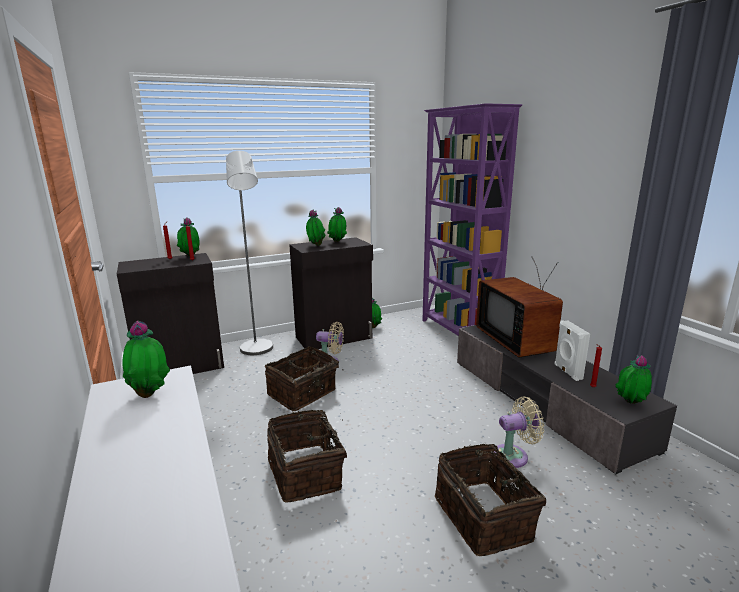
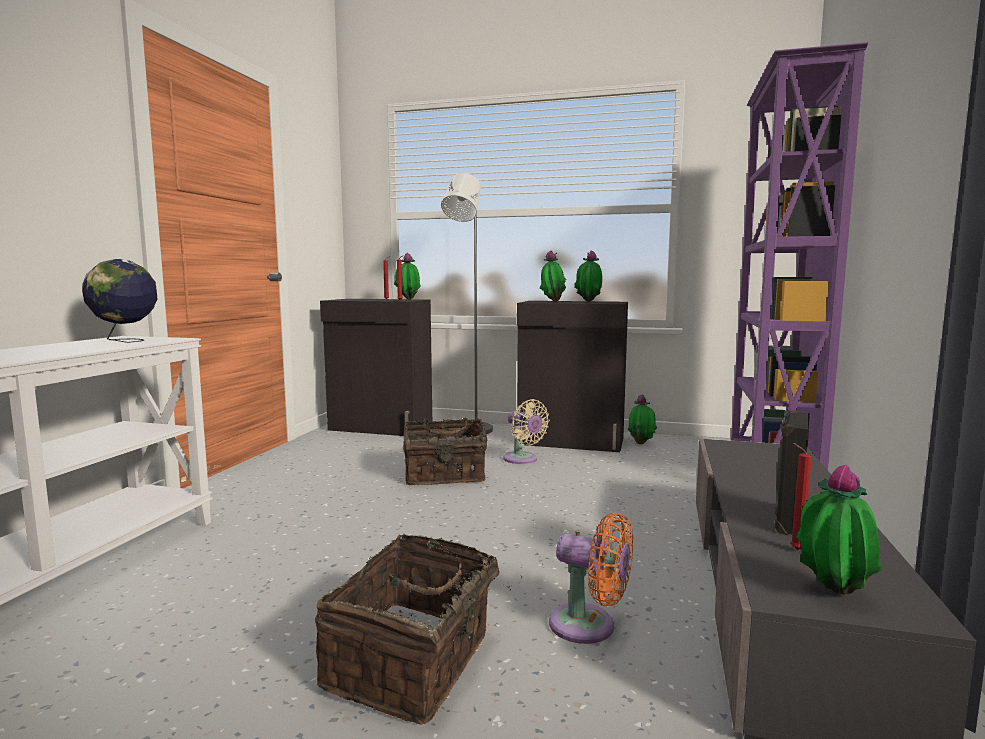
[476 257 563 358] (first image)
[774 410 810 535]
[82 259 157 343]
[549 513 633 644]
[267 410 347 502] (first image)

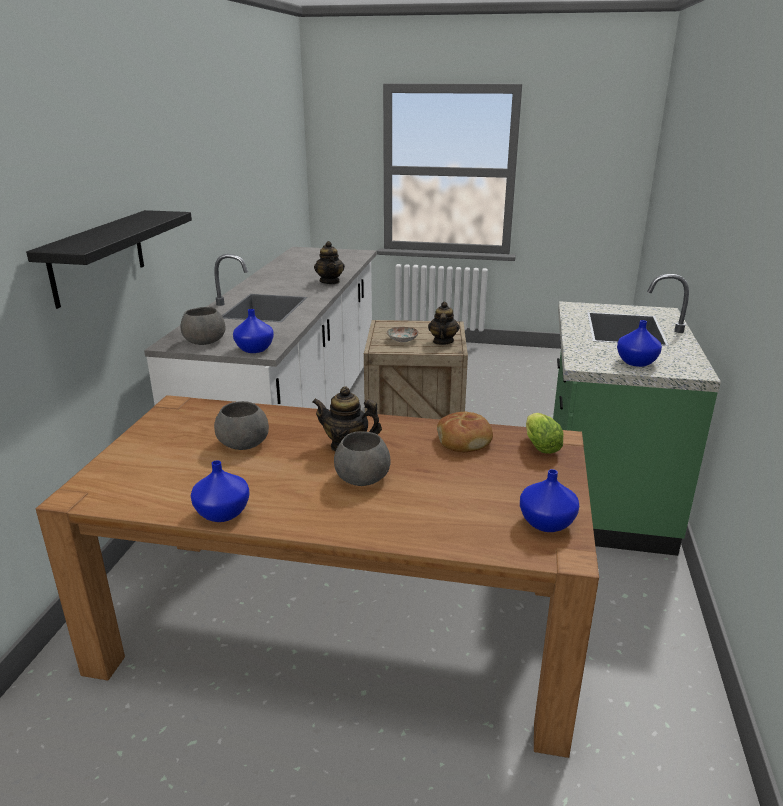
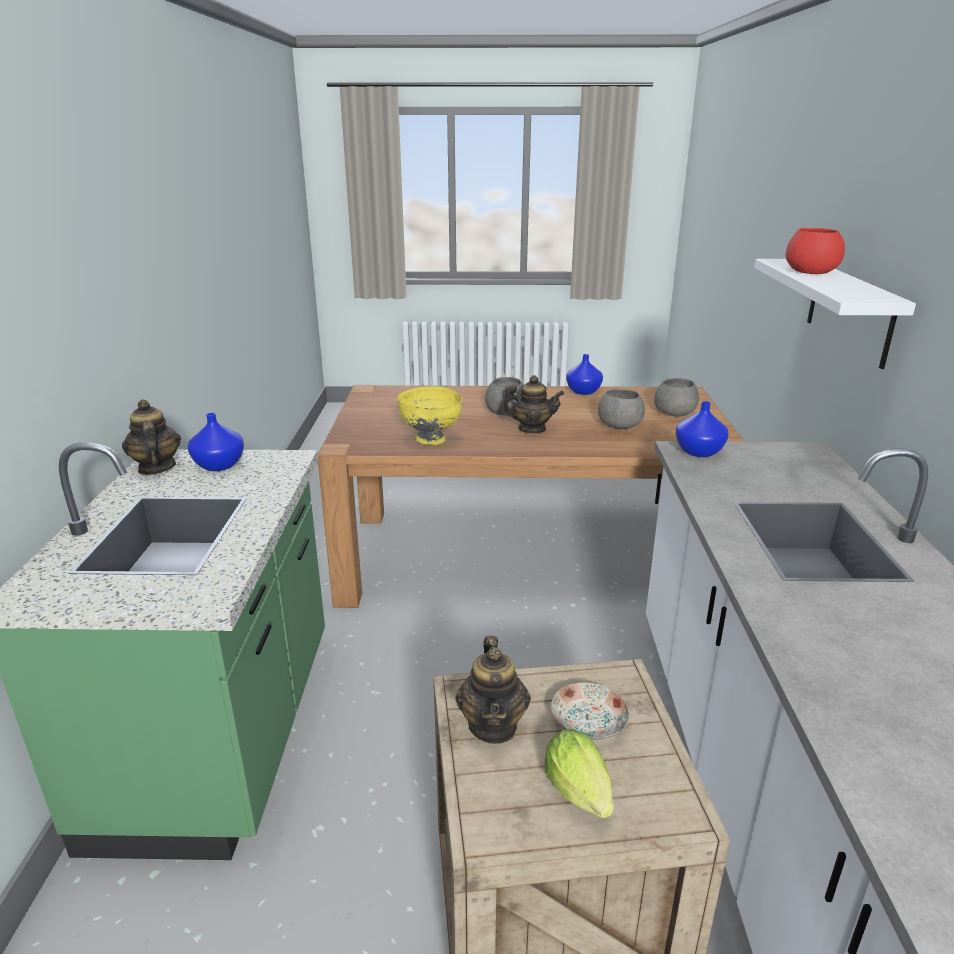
[754 259 916 369]
[122 400 181 475]
[654 378 699 416]
[397 386 462 445]
[545 729 614 819]
[520 469 579 532] (first image)
[786 228 845 274]

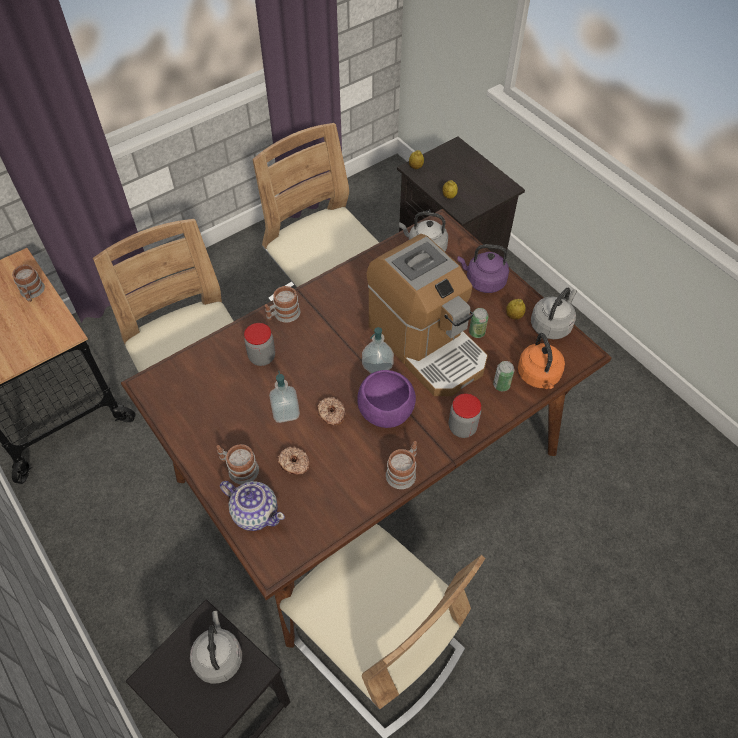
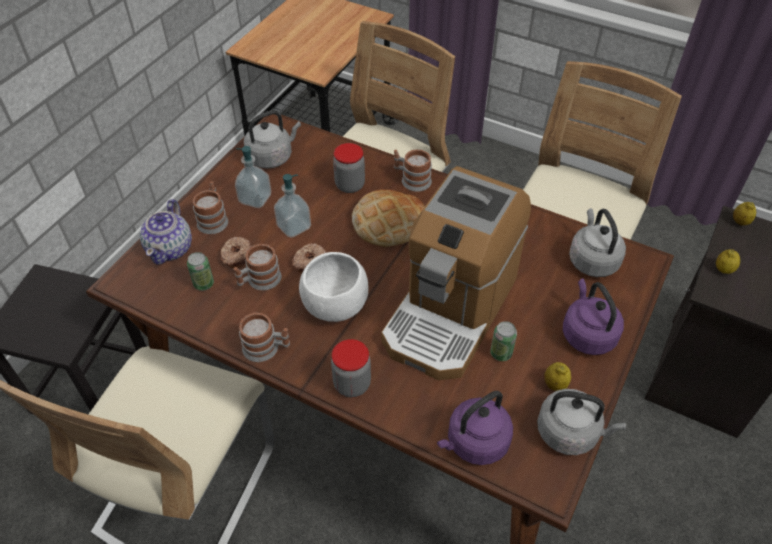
[234 244 281 290]
[235 146 271 208]
[437 391 513 465]
[187 252 214 291]
[299 252 369 322]
[244 110 301 168]
[352 189 425 247]

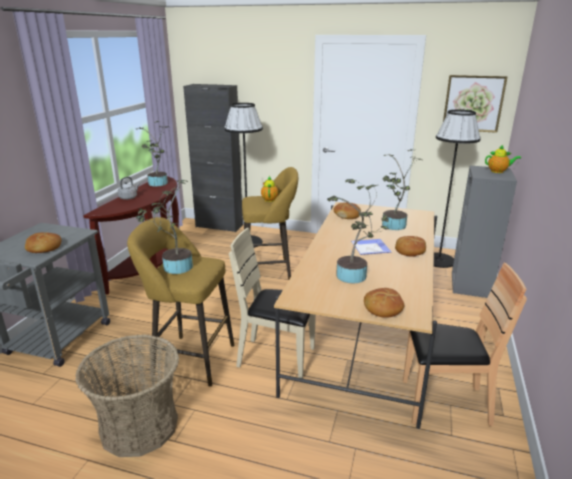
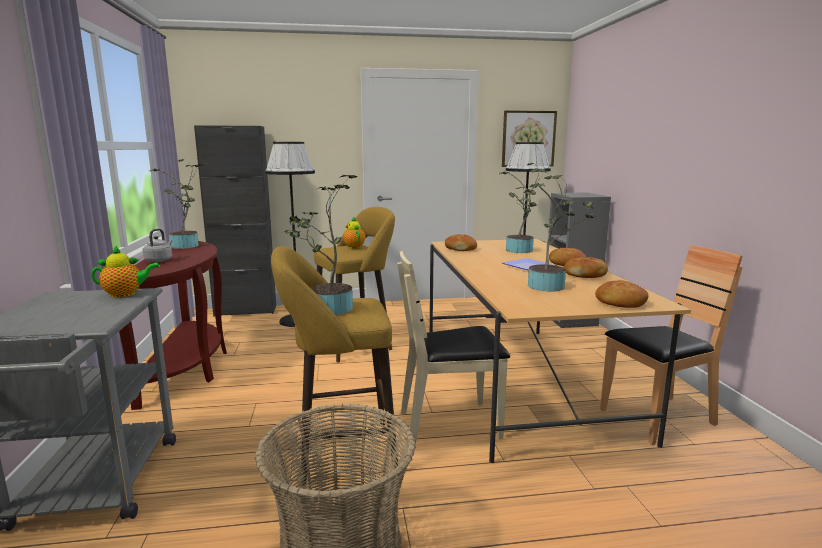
[91 246 160 298]
[564 257 608 278]

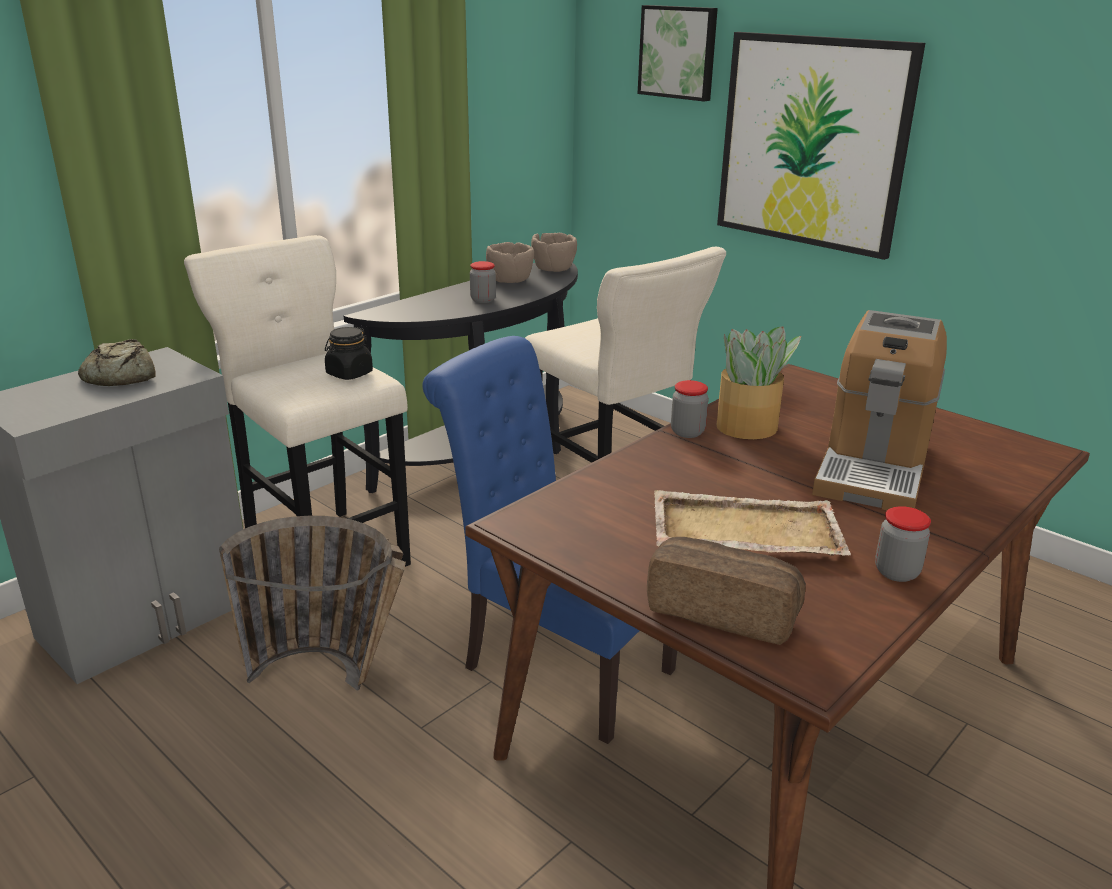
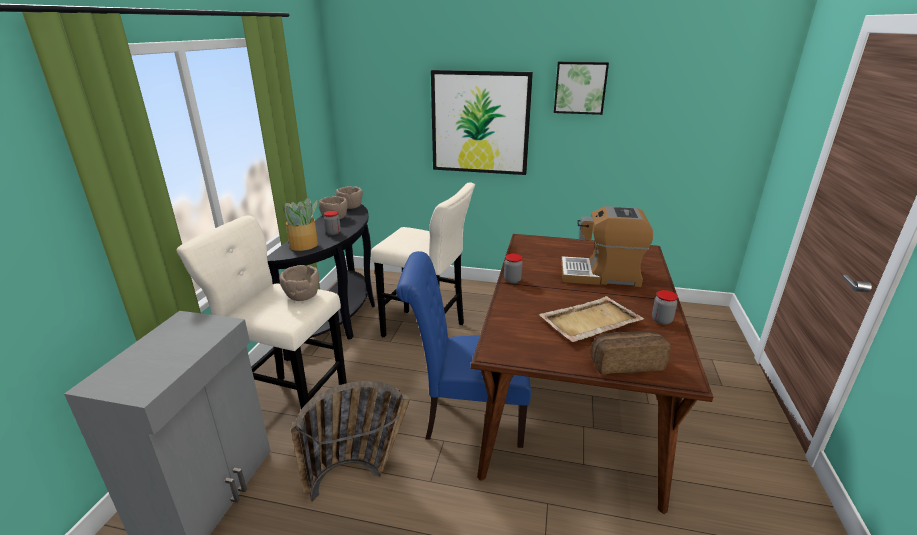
[554 62 609 115]
[561 206 653 287]
[282 197 318 251]
[280 265 319 301]
[78 339 155 386] (first image)

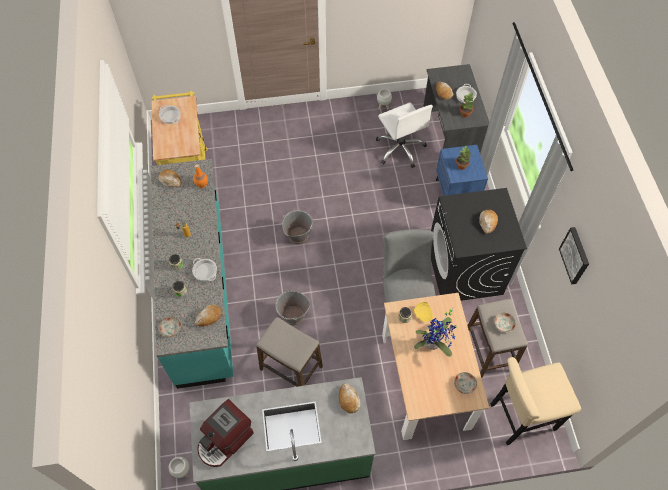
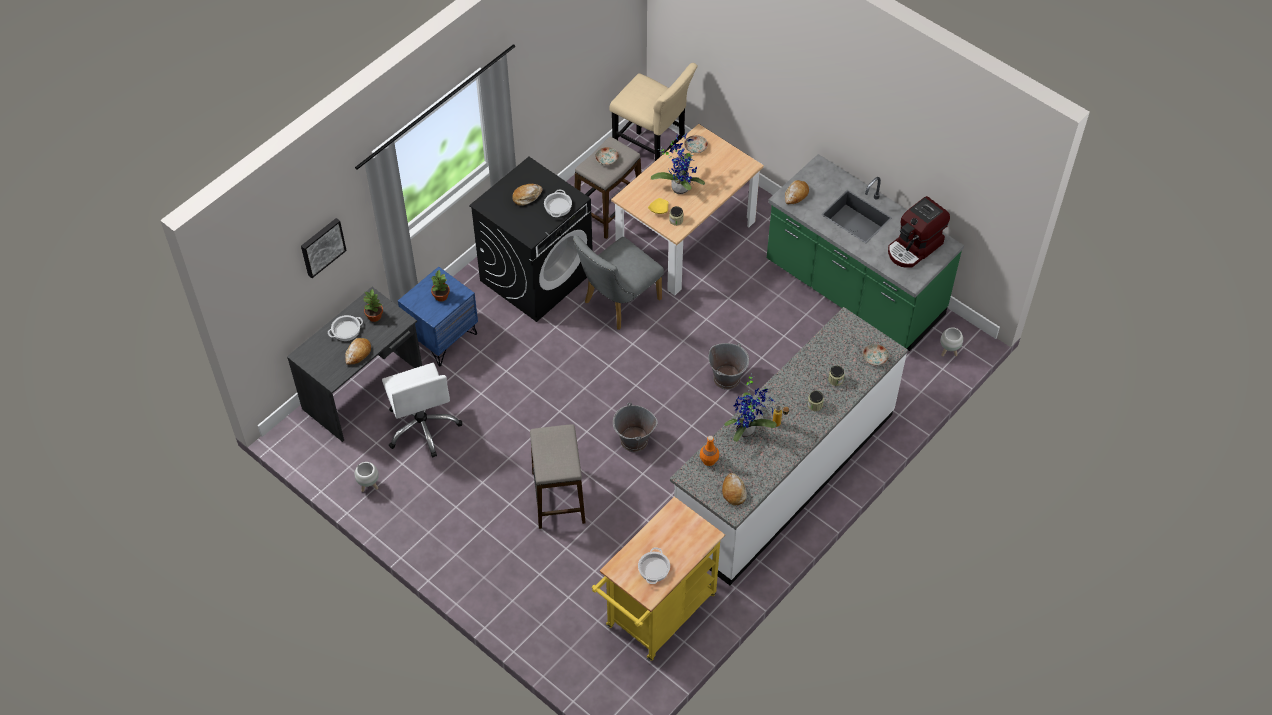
[382 363 462 458]
[670 307 908 585]
[301 218 347 278]
[544 190 572 217]
[195 304 221 327] (first image)
[530 424 586 529]
[888 196 950 268]
[724 373 777 442]

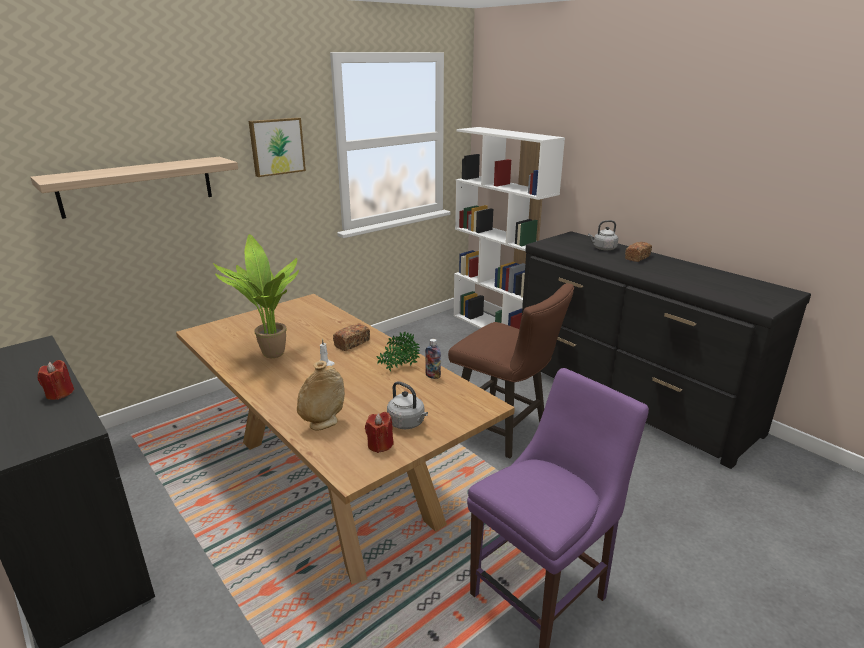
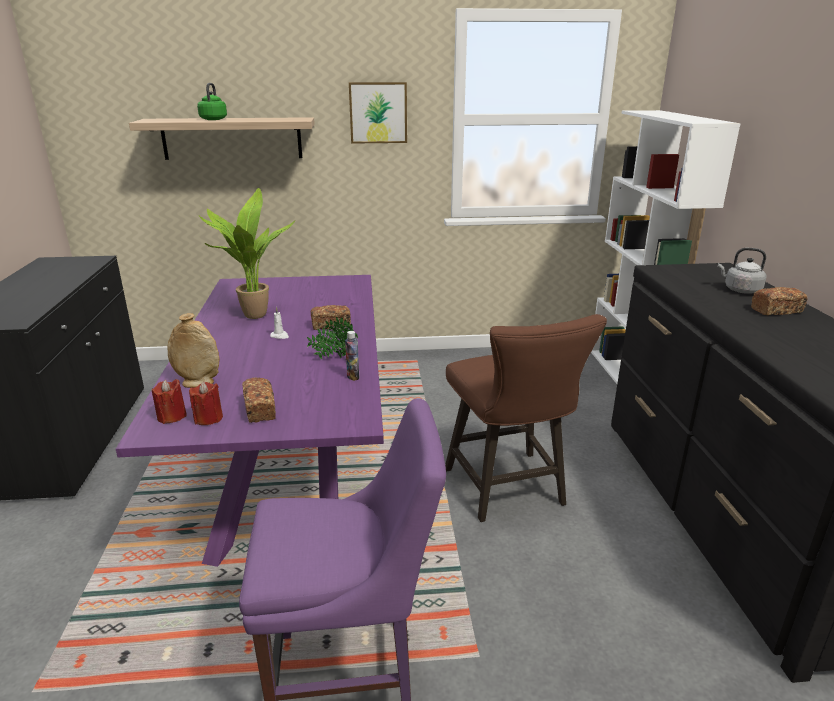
[116 275 384 567]
[152 379 187 424]
[242 377 276 423]
[197 83 227 120]

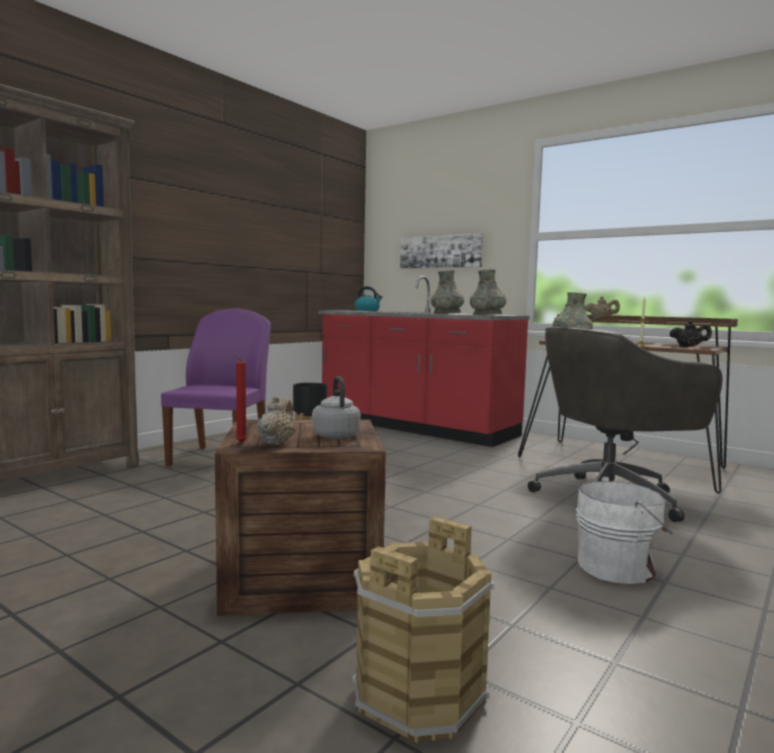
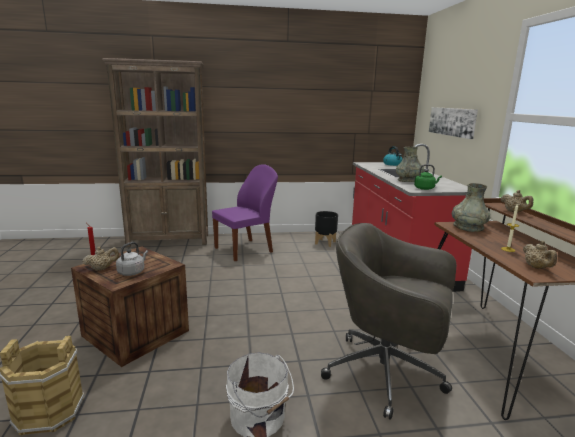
[414 164 442 190]
[523 241 557 269]

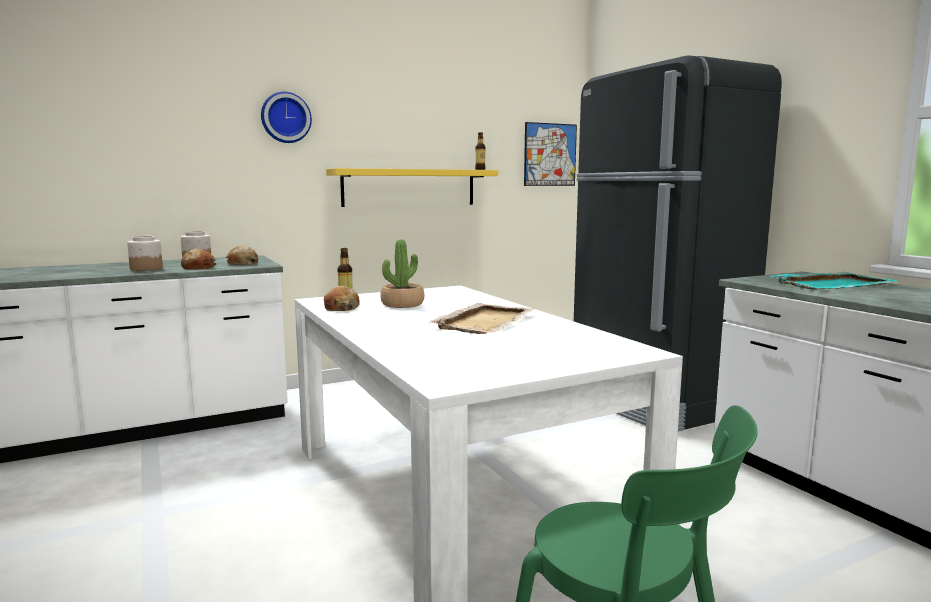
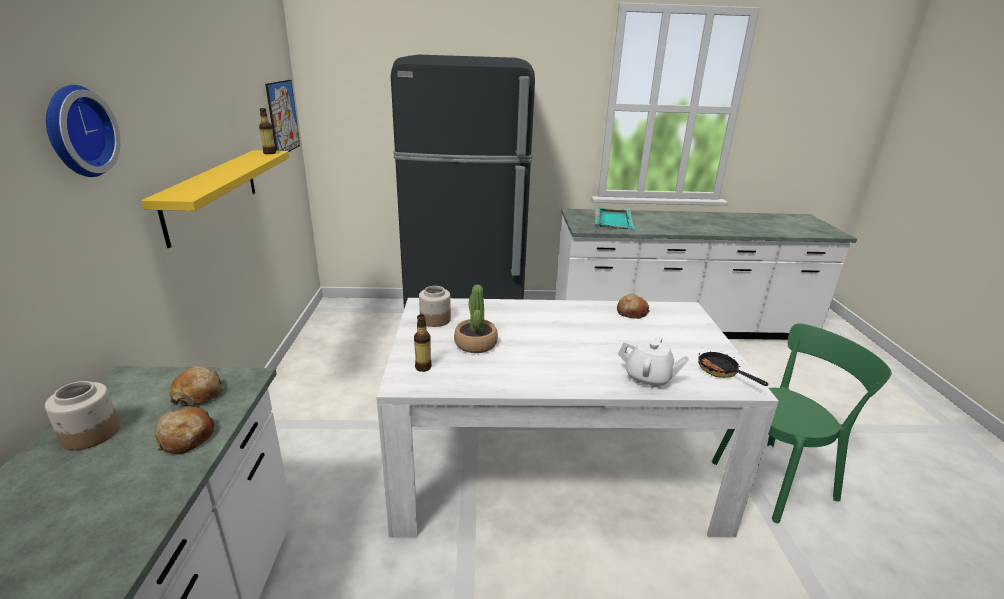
[419 286 451 327]
[617 294 650 319]
[427 303 534 334] (first image)
[618 336 689 389]
[698 351 768 386]

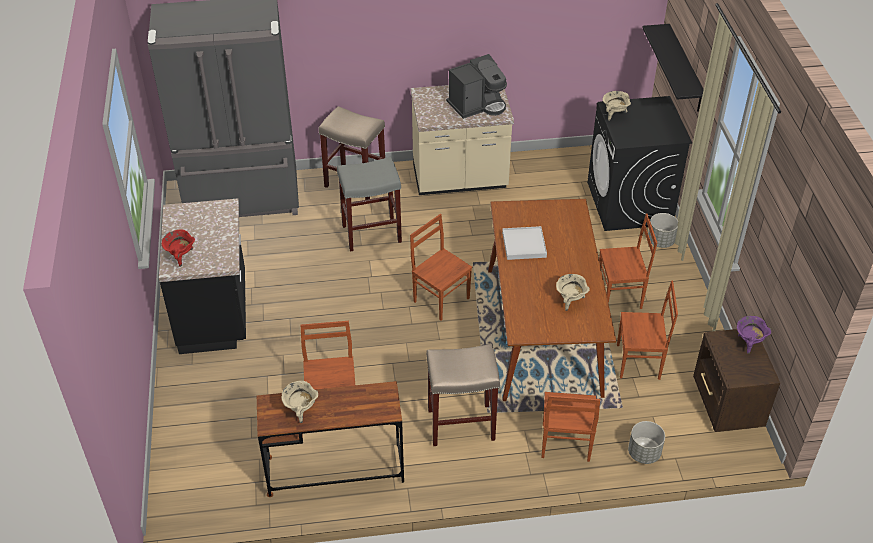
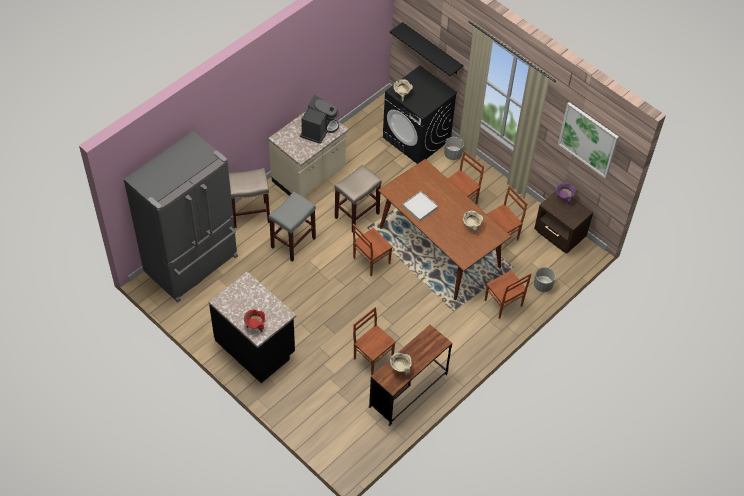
[353 224 392 276]
[334 165 382 233]
[558 102 619 178]

